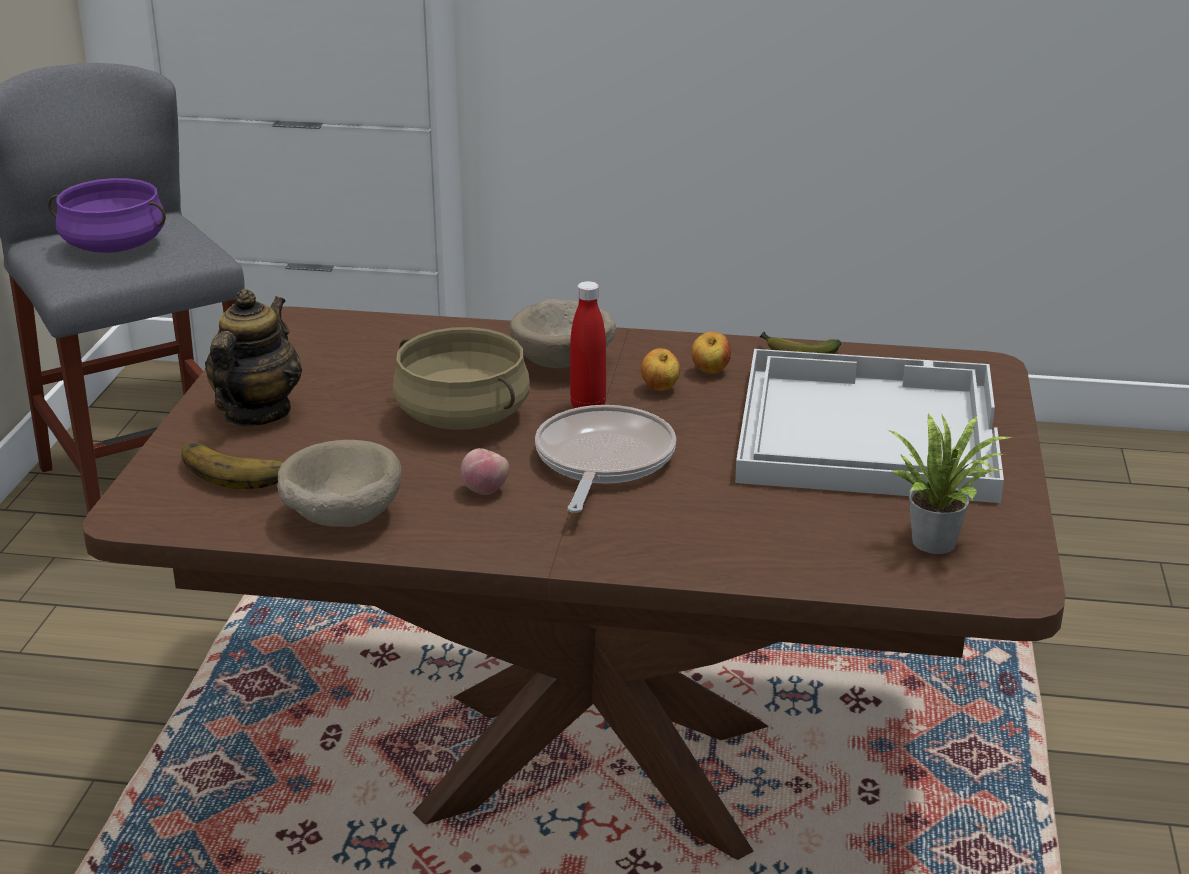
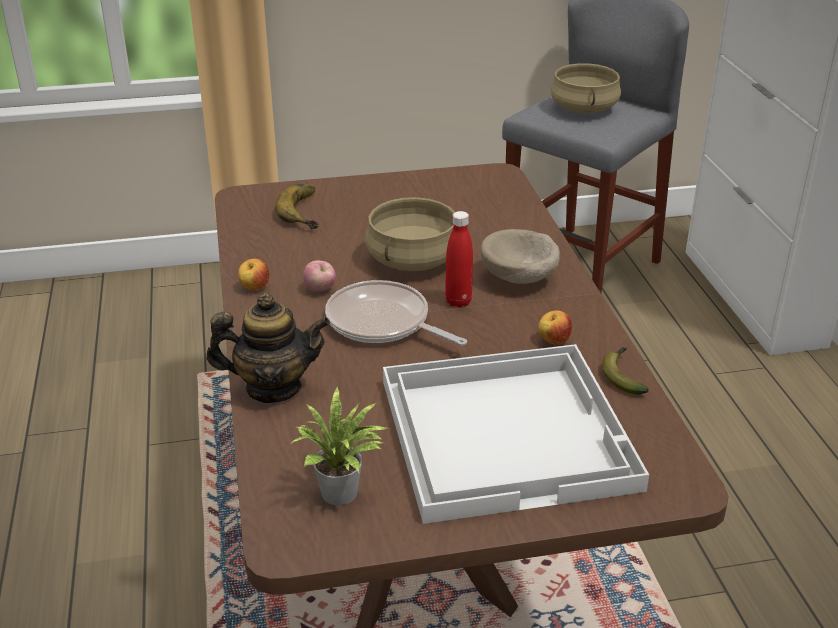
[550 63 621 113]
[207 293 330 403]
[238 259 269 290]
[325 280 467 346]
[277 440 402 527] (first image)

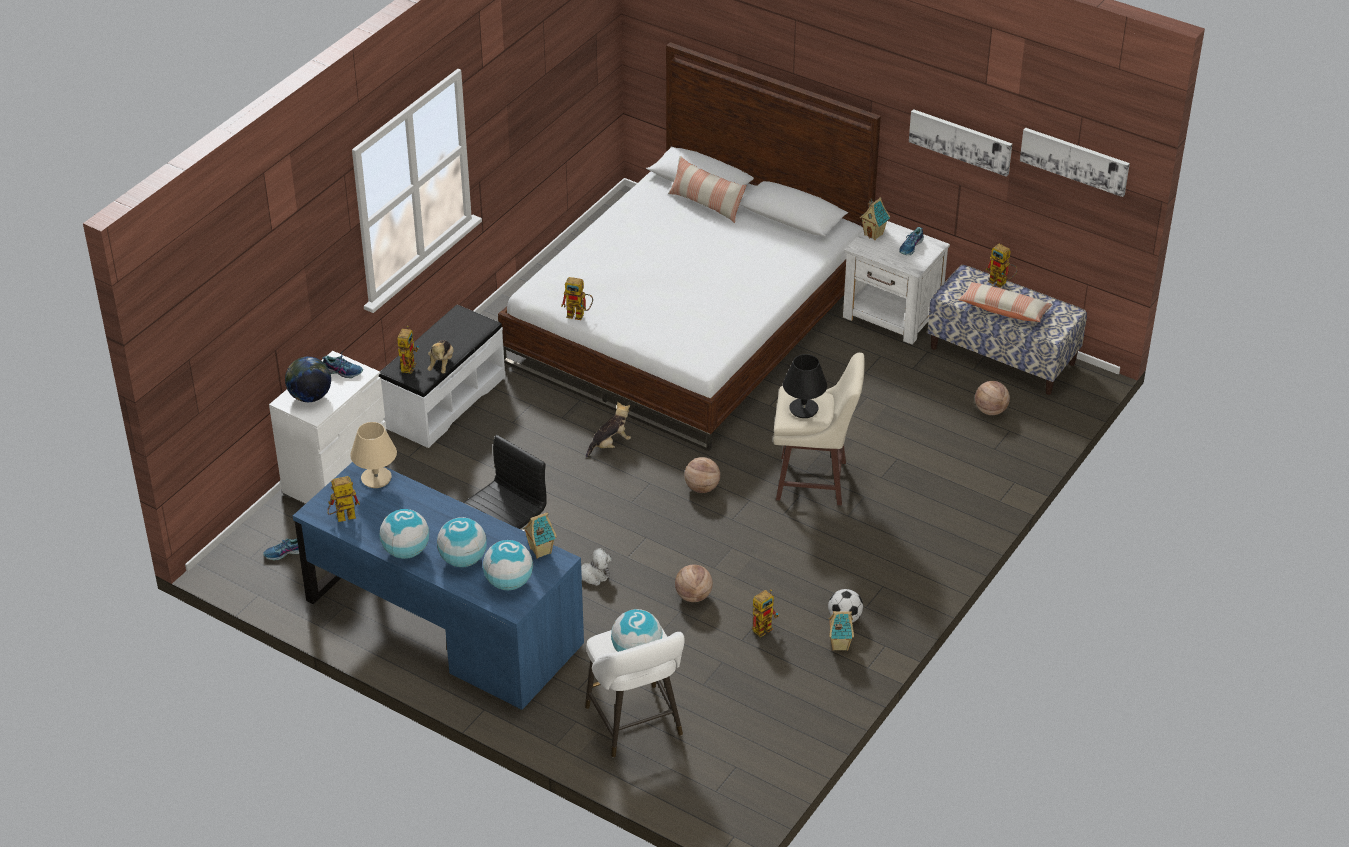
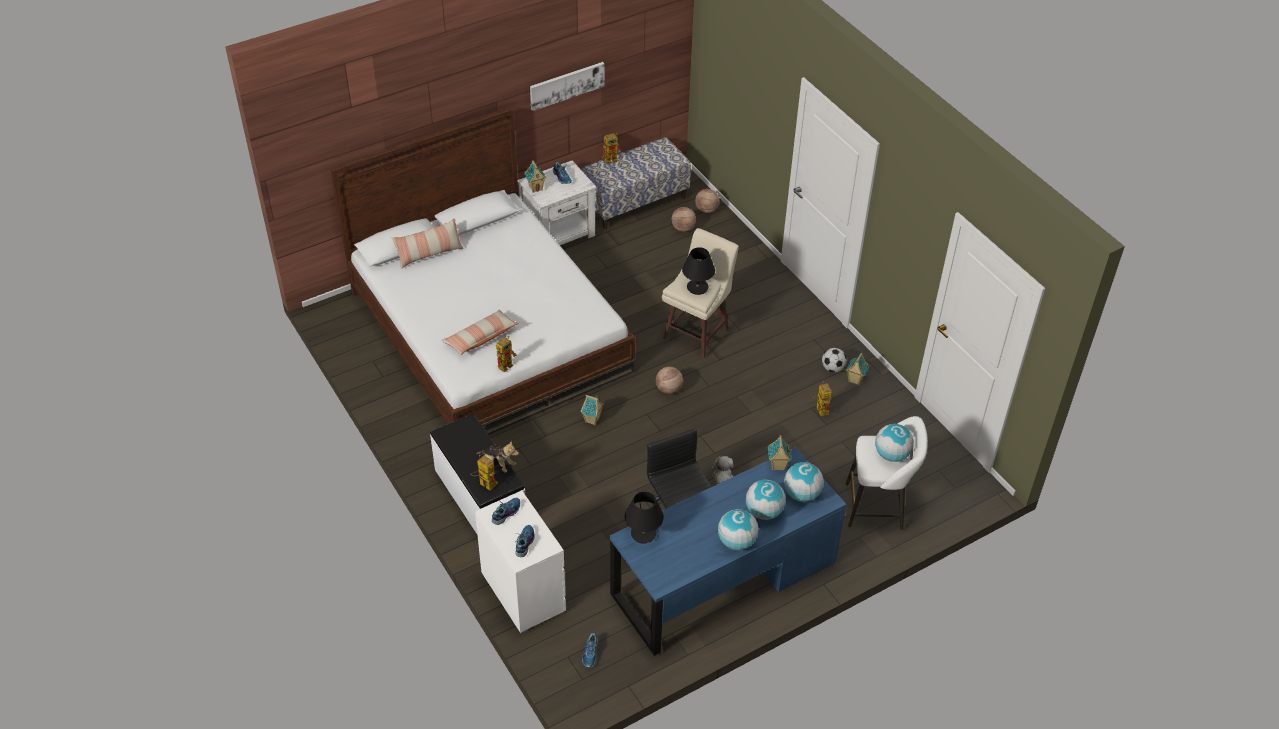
[1020 128 1130 197] (first image)
[441 310 519 355]
[515 525 535 557]
[581 395 604 425]
[625 492 664 544]
[327 476 360 522] (first image)
[695 189 719 213]

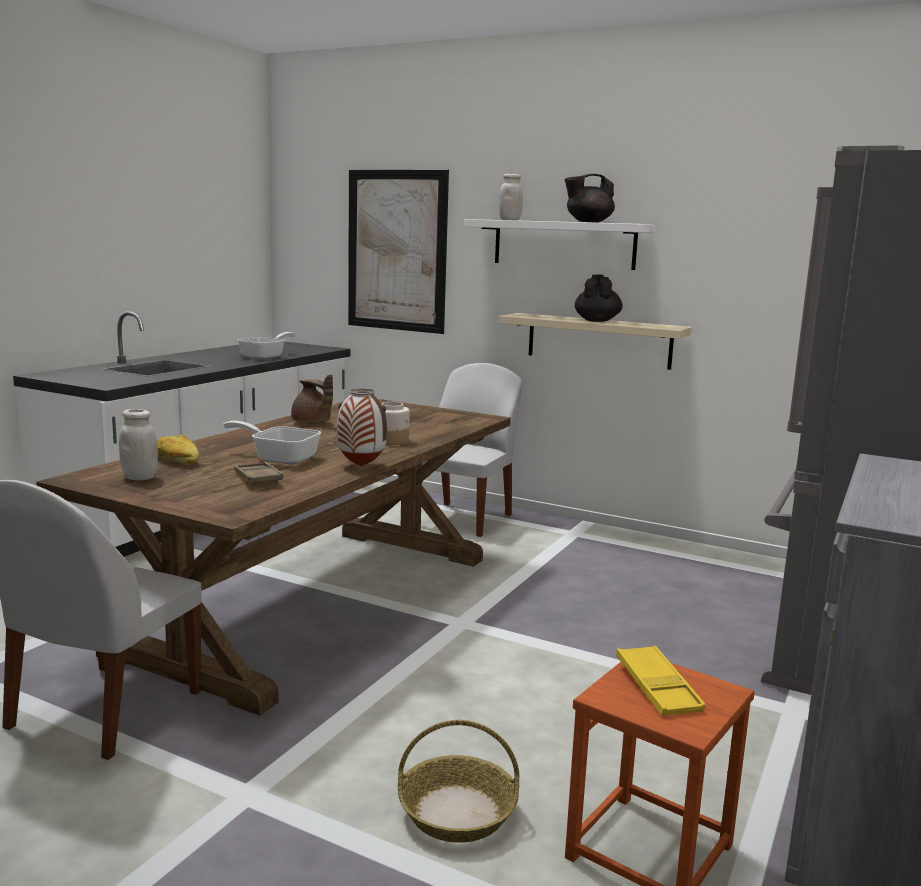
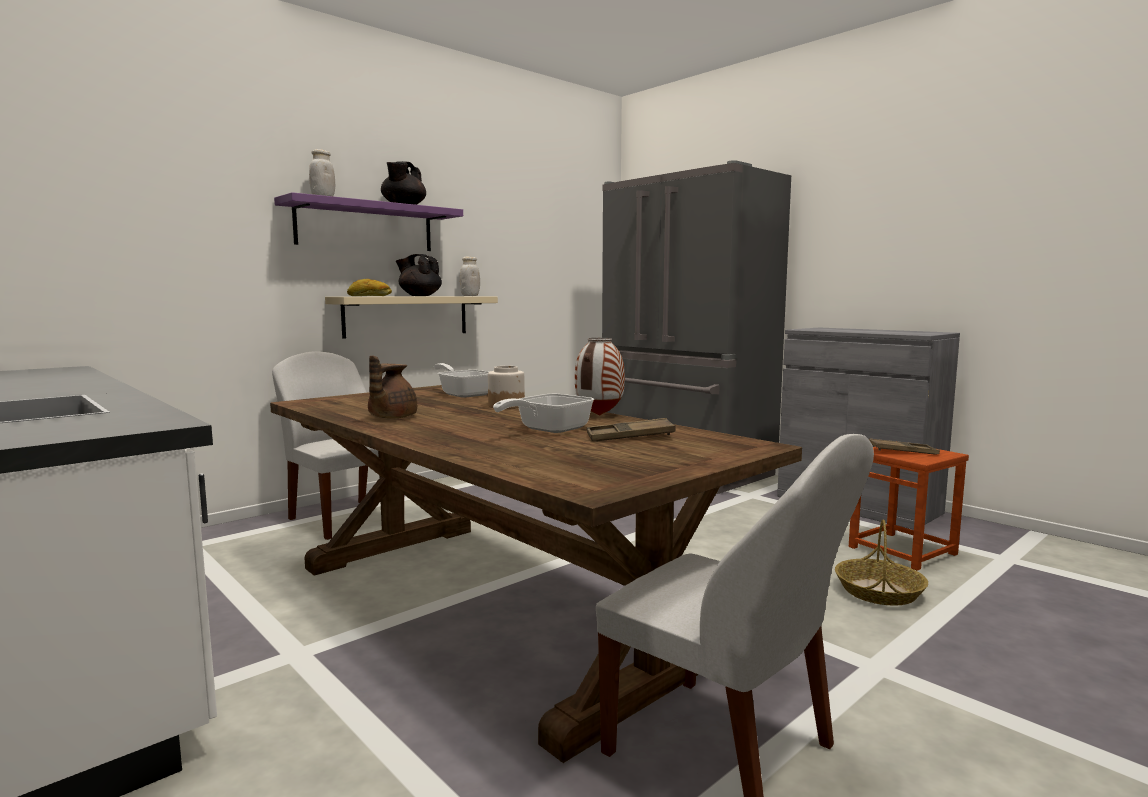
[348 170 449 334] (first image)
[274 192 463 251]
[434 363 489 398]
[368 355 417 418]
[460 257 480 296]
[347 279 392 296]
[869 438 940 454]

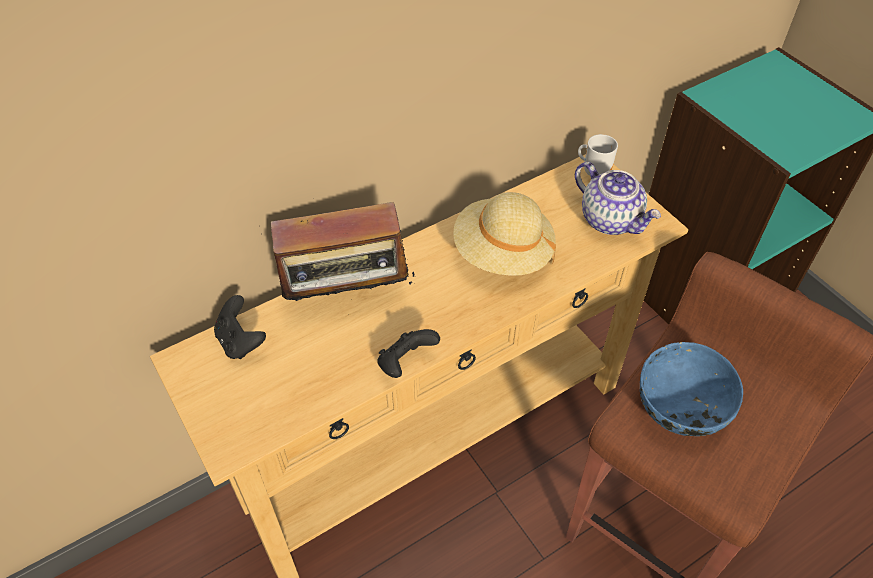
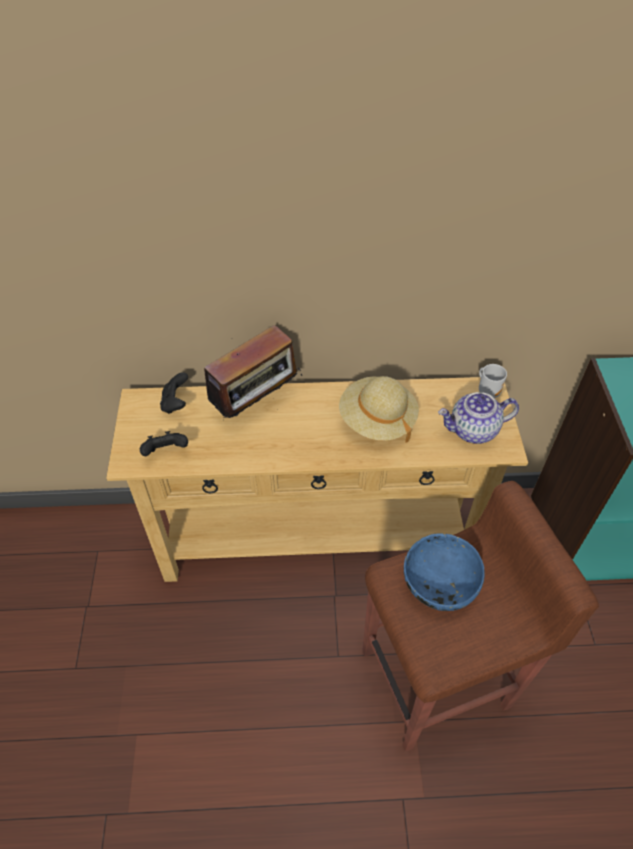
[438 392 519 444]
[194 325 302 418]
[140 431 188 456]

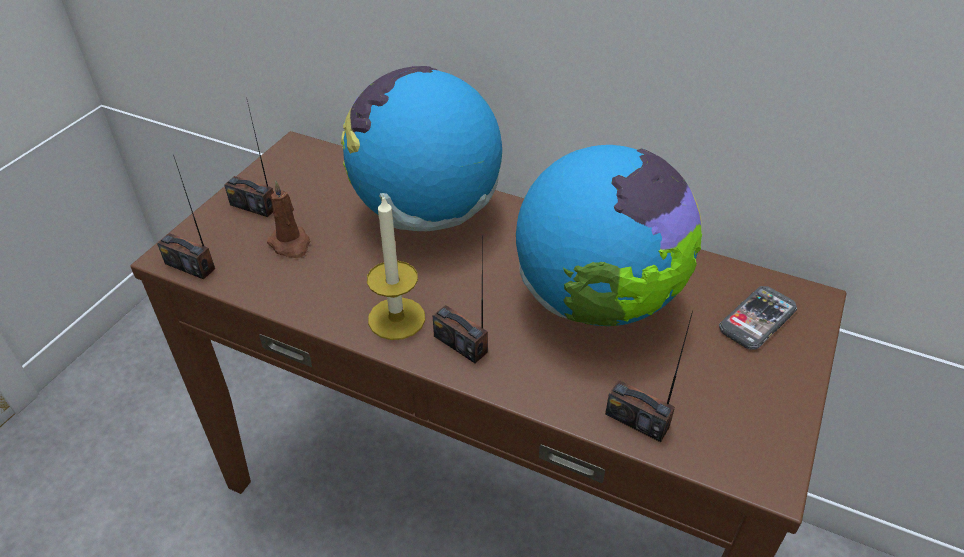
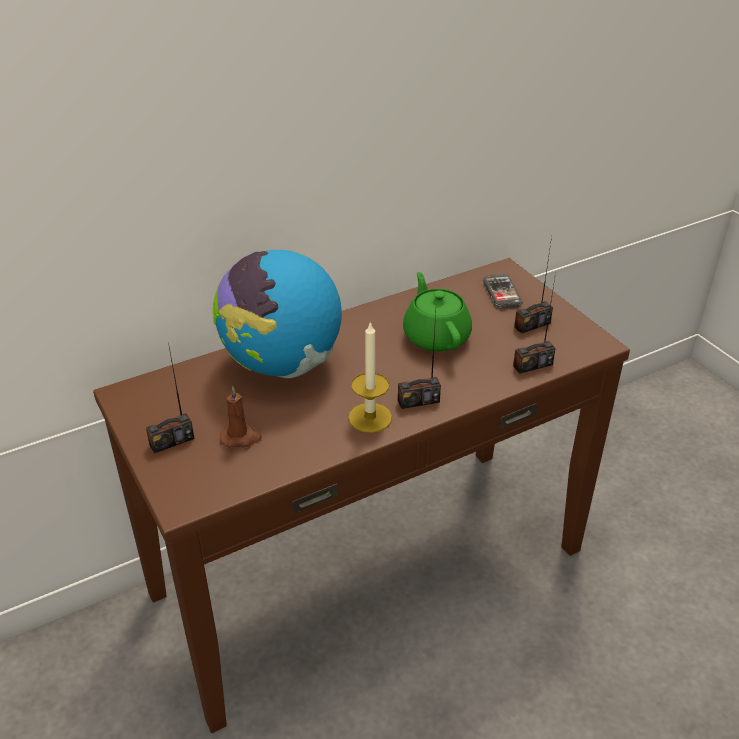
[403 272 472 352]
[514 237 553 334]

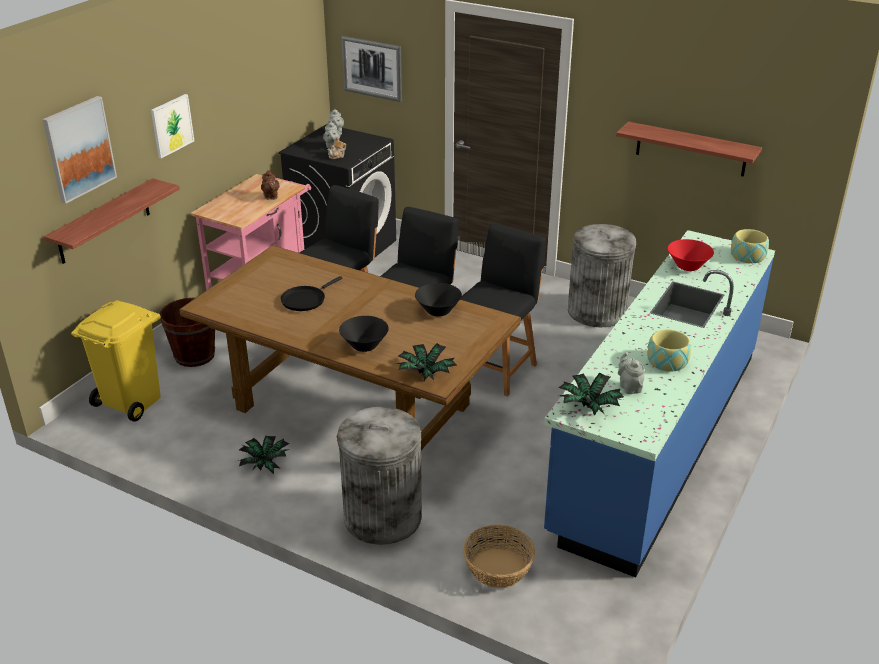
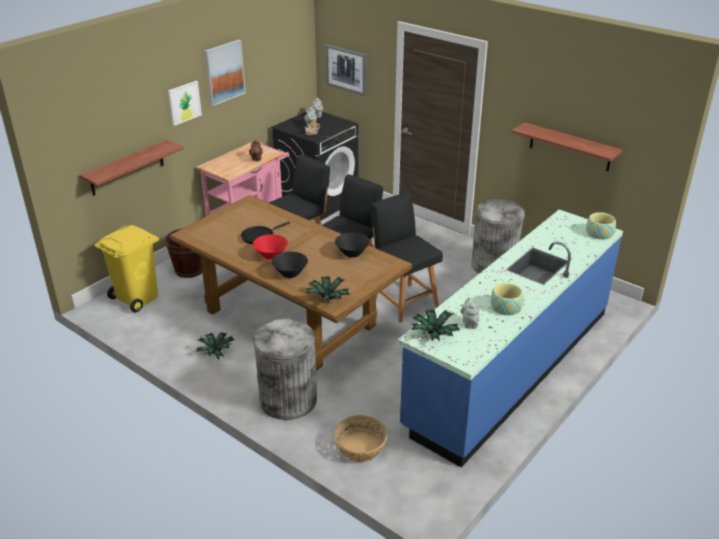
[205 40 246 106]
[371 192 443 323]
[253 234 288 260]

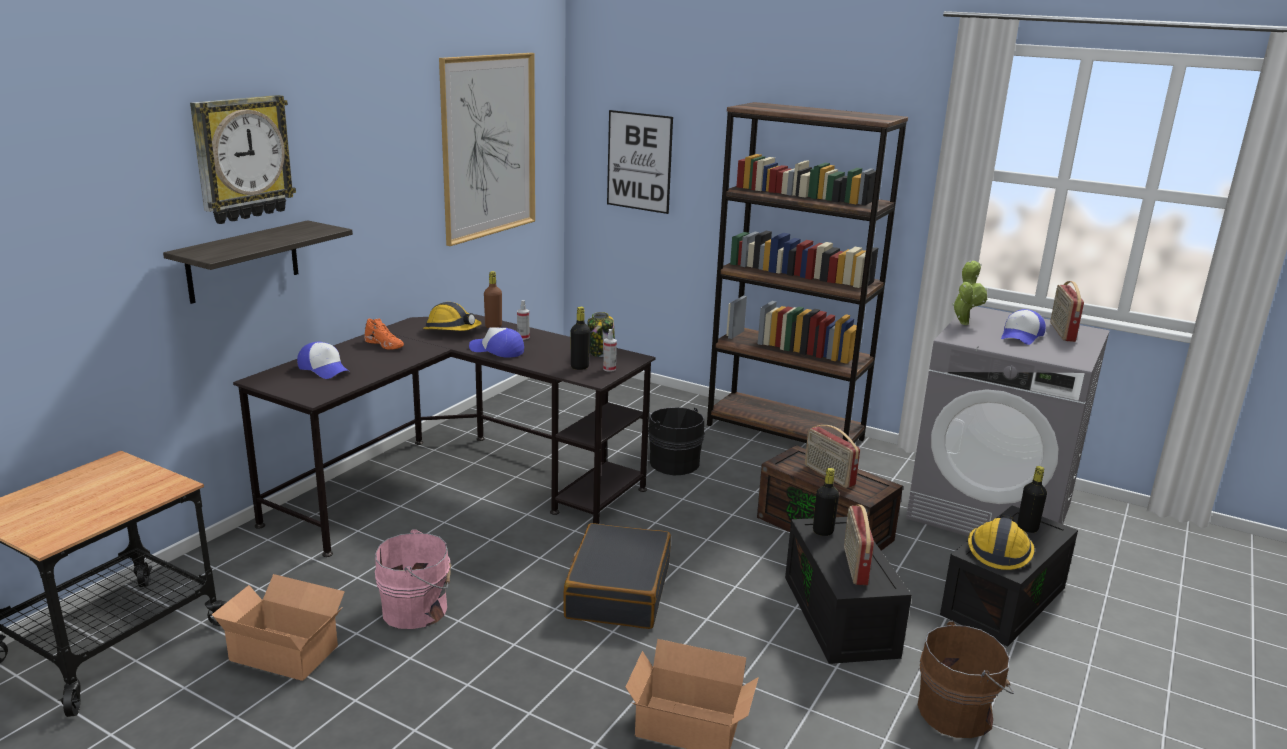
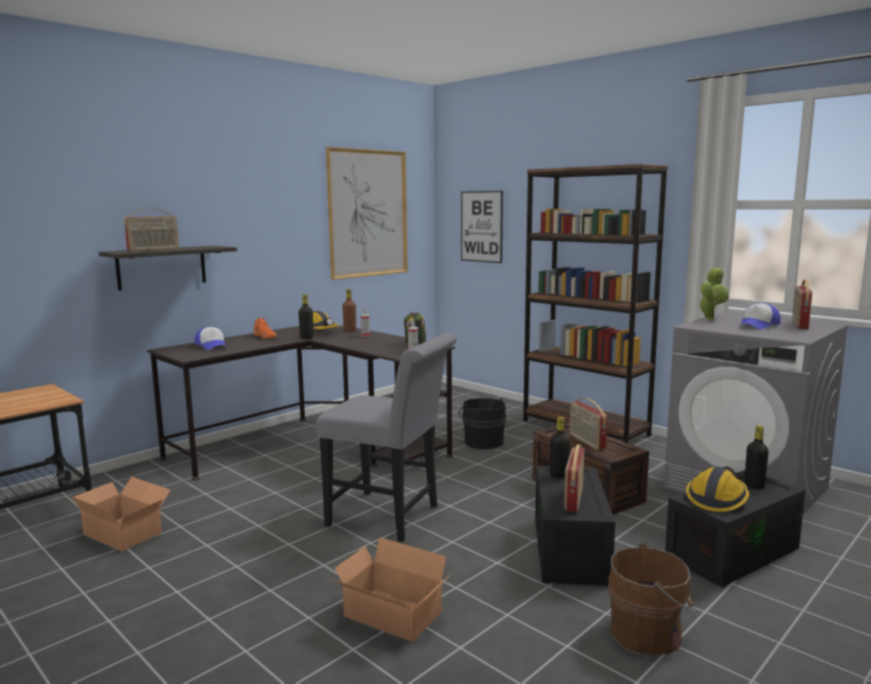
[190 95 296 224] (first image)
[298 294 314 339]
[469 327 524 358] (first image)
[316 333 457 542]
[375 529 451 629] (first image)
[124 208 179 252]

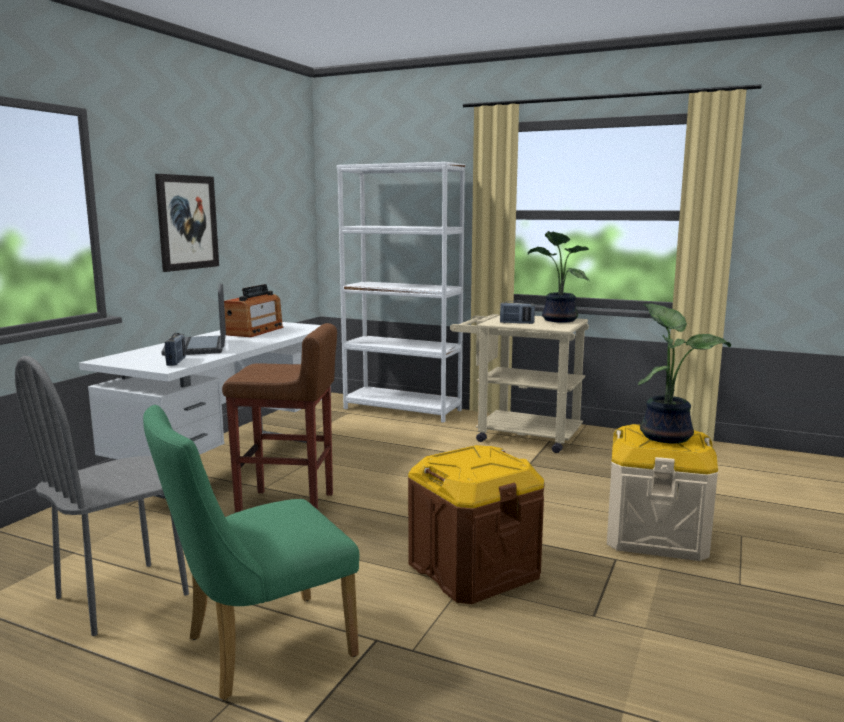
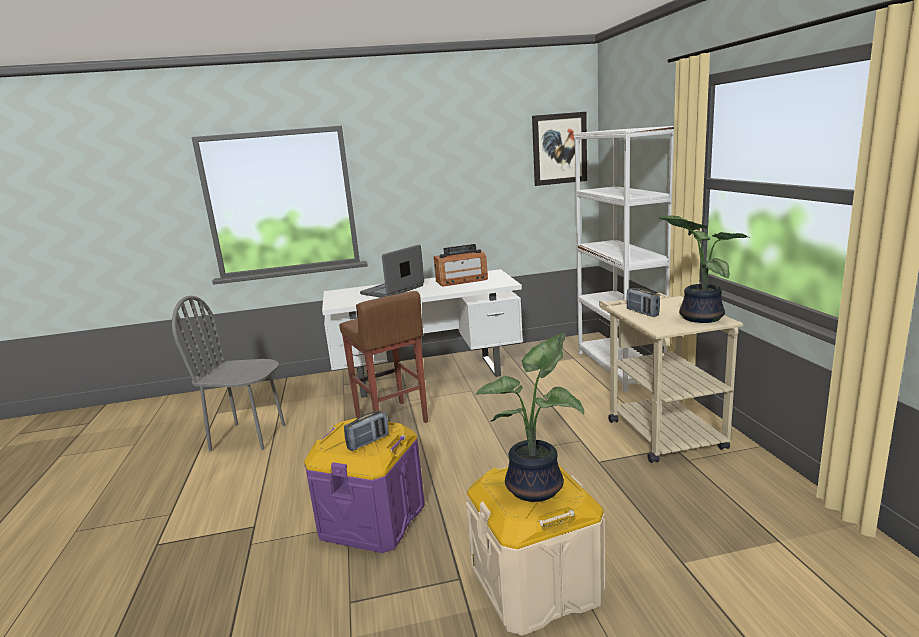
[532 112 587 186]
[344 410 389 451]
[143 405 359 700] (first image)
[304 418 425 553]

